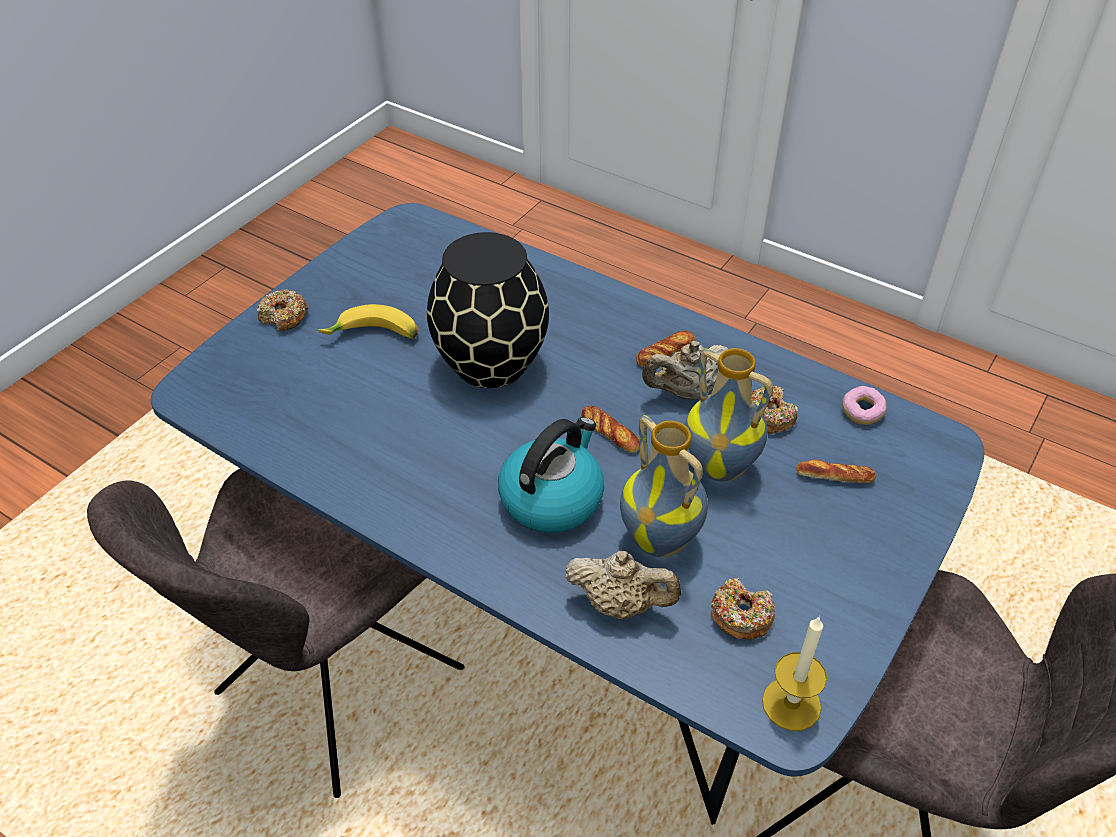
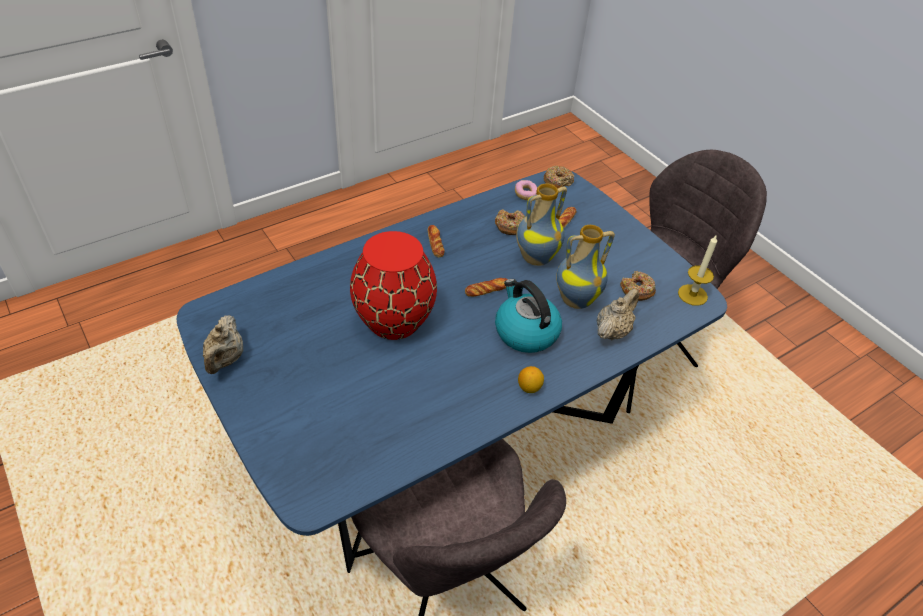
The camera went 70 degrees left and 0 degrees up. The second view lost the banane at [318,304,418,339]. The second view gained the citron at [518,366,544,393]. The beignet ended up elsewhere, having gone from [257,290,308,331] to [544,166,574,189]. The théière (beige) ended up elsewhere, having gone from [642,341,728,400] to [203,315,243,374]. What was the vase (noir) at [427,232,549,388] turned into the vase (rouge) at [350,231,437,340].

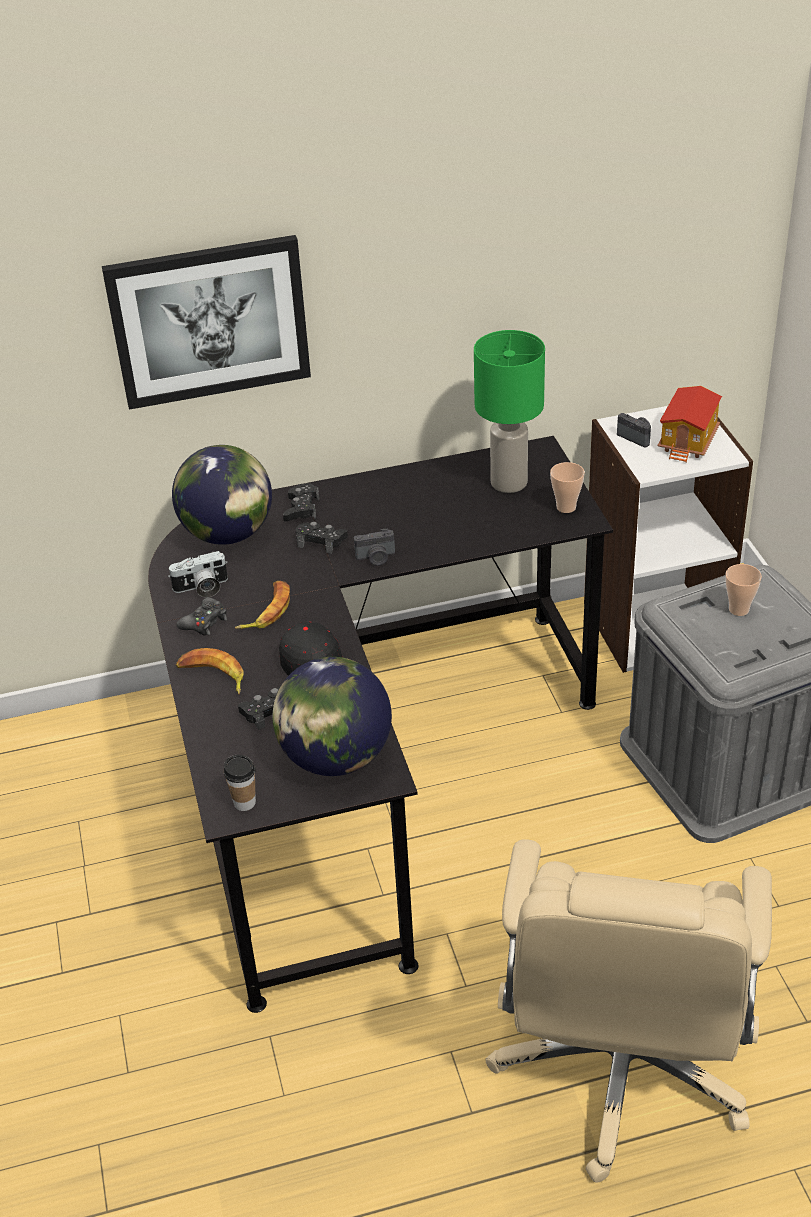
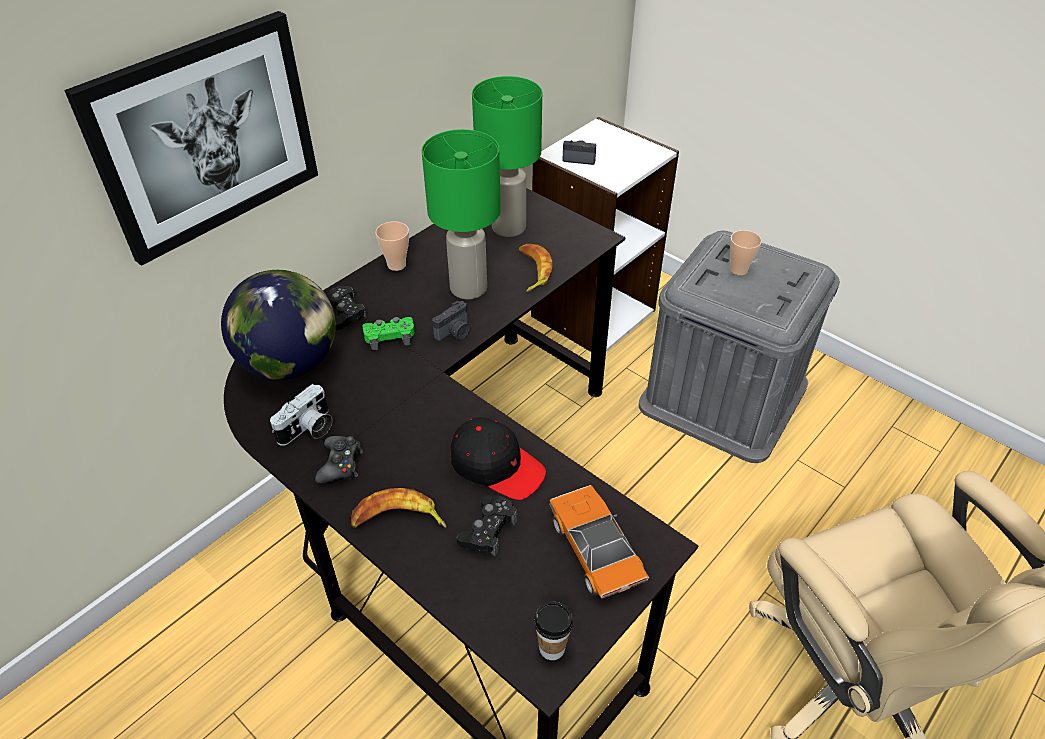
The camera went 35 degrees left and 5 degrees up. The second view lost the maison miniature at [658,386,722,462]. The second view gained the lampe de table (vert) at [422,129,501,300]. The banane ended up elsewhere, having gone from [235,581,290,629] to [519,244,553,292]. The tasse ended up elsewhere, having gone from [550,462,585,513] to [376,221,409,271]. Where the globe stood at [272,657,392,776], the petite voiture came to stand at [549,485,649,599]. What was the manette (noir) at [296,522,348,554] turned into the manette (vert) at [362,317,415,351].

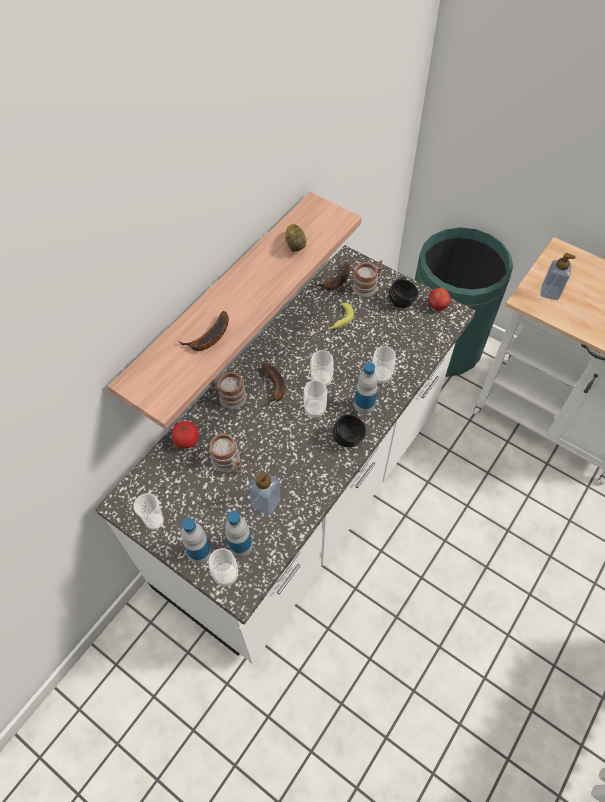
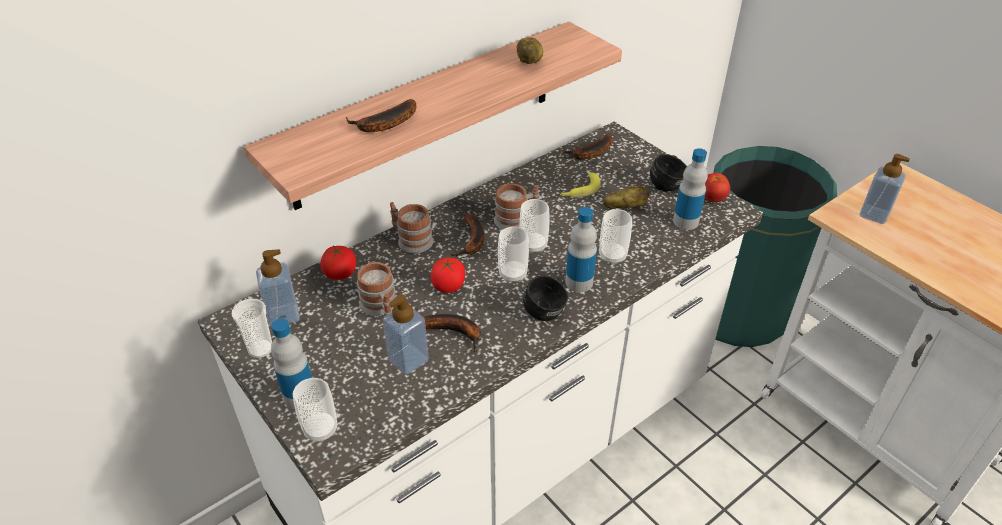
The camera went 15 degrees right and 15 degrees down. The second view gained the distributeur de savon at [256,249,300,326]. The second view gained the banane at [423,314,481,353]. The second view gained the tomate at [431,257,465,293]. The second view gained the pomme de terre at [603,185,649,209]. The bouteille ended up elsewhere, having gone from [225,511,252,557] to [673,148,708,230]. The mug ended up elsewhere, having gone from [352,260,382,297] to [494,183,539,230].

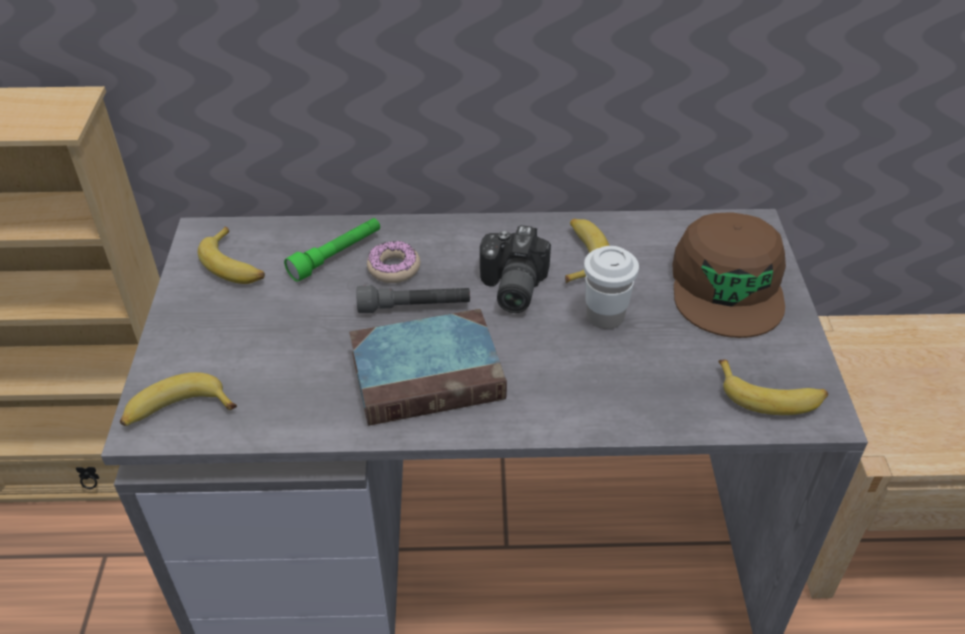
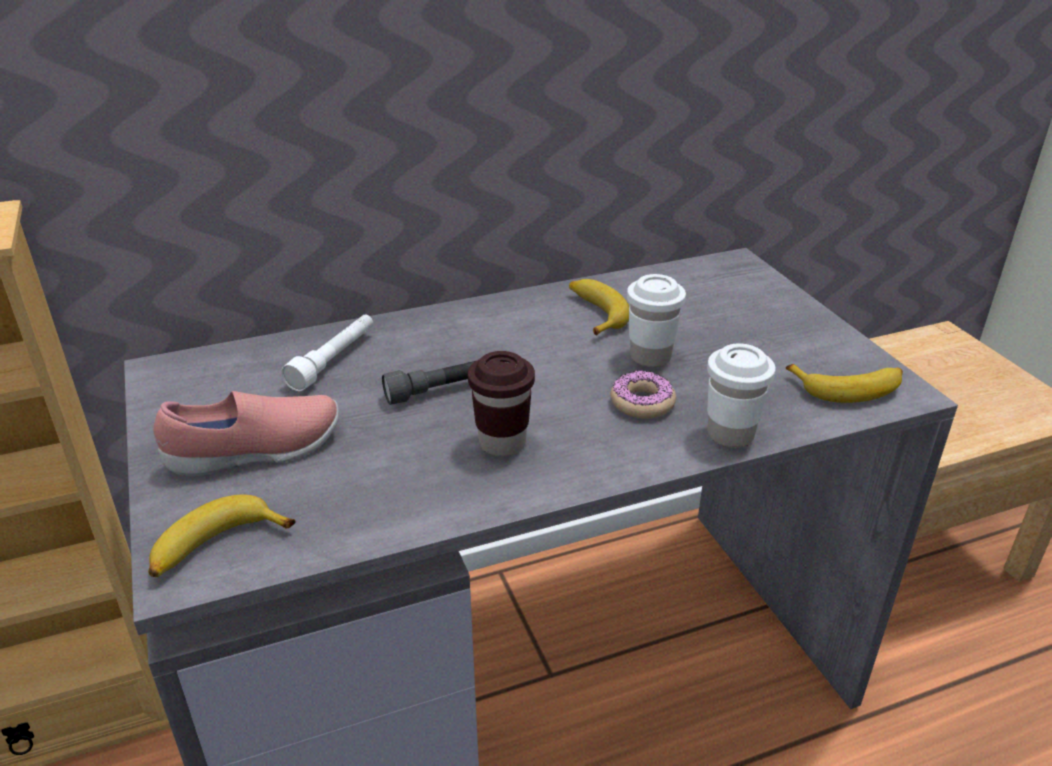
The camera went 20 degrees left and 10 degrees down. The second view lost the banane at [198,227,265,284]. The second view lost the appareil photo at [480,225,551,313]. The second view lost the casquette (marron) at [672,212,786,338]. The second view gained the chaussure (rose) at [153,391,339,476]. The second view gained the tasse (blanc) at [707,343,776,448]. The beignet ended up elsewhere, having gone from [367,241,420,283] to [611,371,676,419]. Where the livre stood at [349,309,507,426], the tasse (marron) came to stand at [468,351,535,457]. What was the lampe de poche (vert) at [284,218,380,282] turned into the lampe de poche (blanc) at [281,315,373,391].

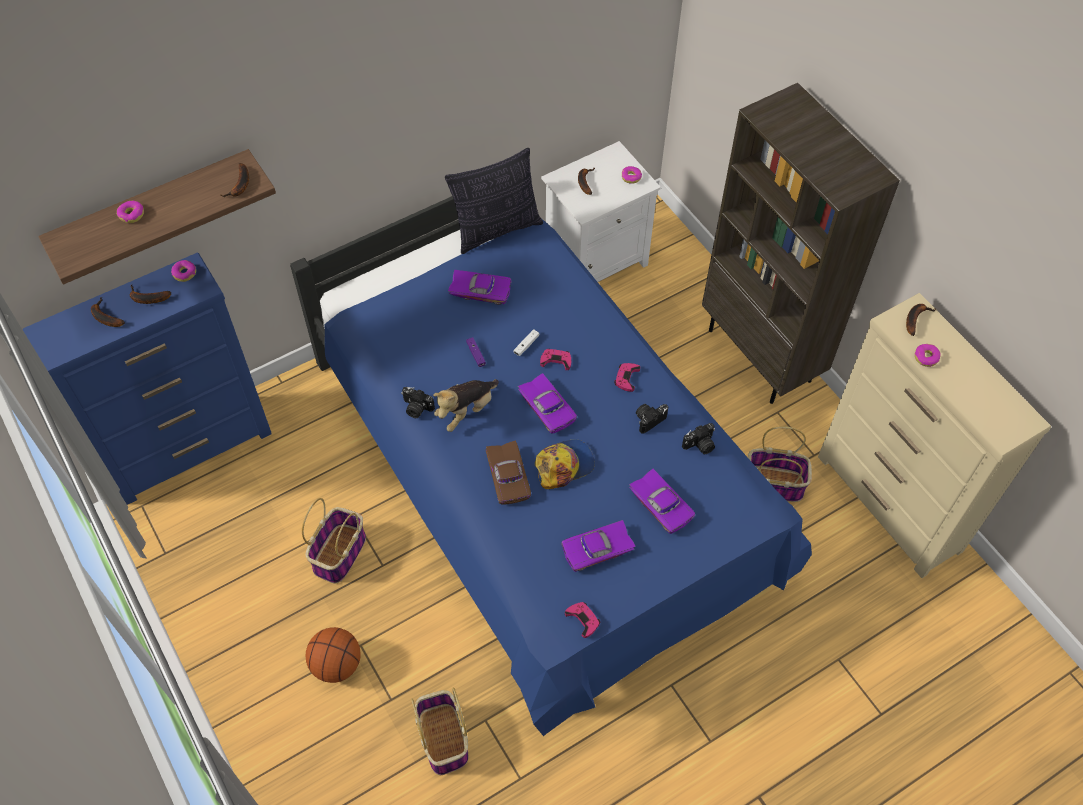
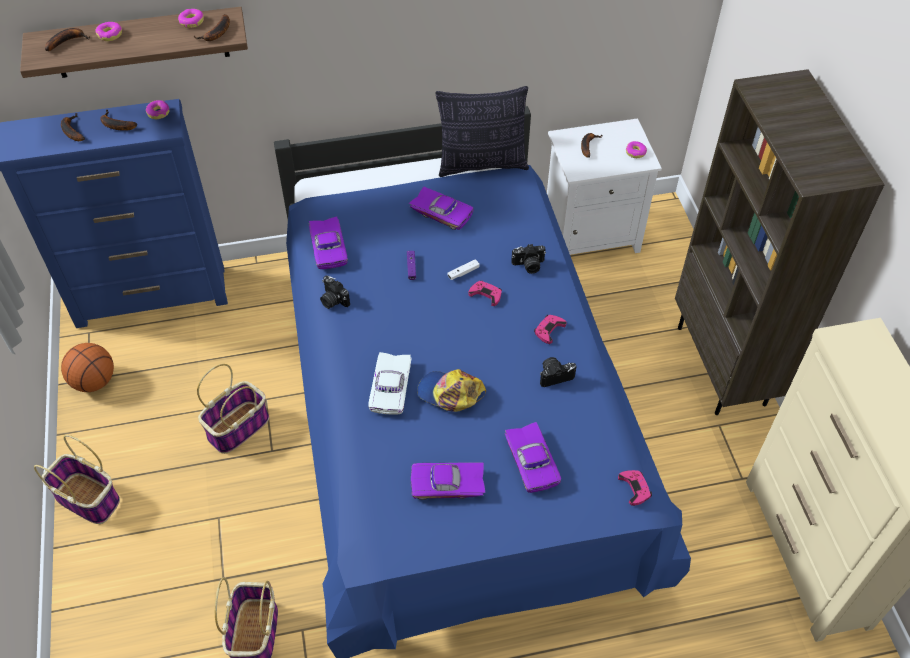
The camera went 20 degrees right and 5 degrees down. The second view lost the peluche at [433,379,499,432]. The ballon de basket ended up elsewhere, having gone from [305,627,361,683] to [61,343,114,392]. The petite voiture (violet) ended up elsewhere, having gone from [518,373,577,434] to [309,217,348,269]. The manette (rose) ended up elsewhere, having gone from [565,602,600,638] to [618,470,652,506]. The appareil photo ended up elsewhere, having gone from [682,423,715,454] to [511,244,546,274]. The panier ended up elsewhere, having gone from [748,426,812,502] to [34,435,120,524]. The banane ended up elsewhere, having gone from [906,304,936,336] to [45,28,90,51]. The beignet ended up elsewhere, having gone from [915,344,941,367] to [178,9,204,28]. What was the petite voiture (marron) at [485,440,531,505] turned into the petite voiture (blanc) at [368,352,412,415]. The casquette at [535,439,595,489] ended up facing another way, 150 degrees counterclockwise from before.

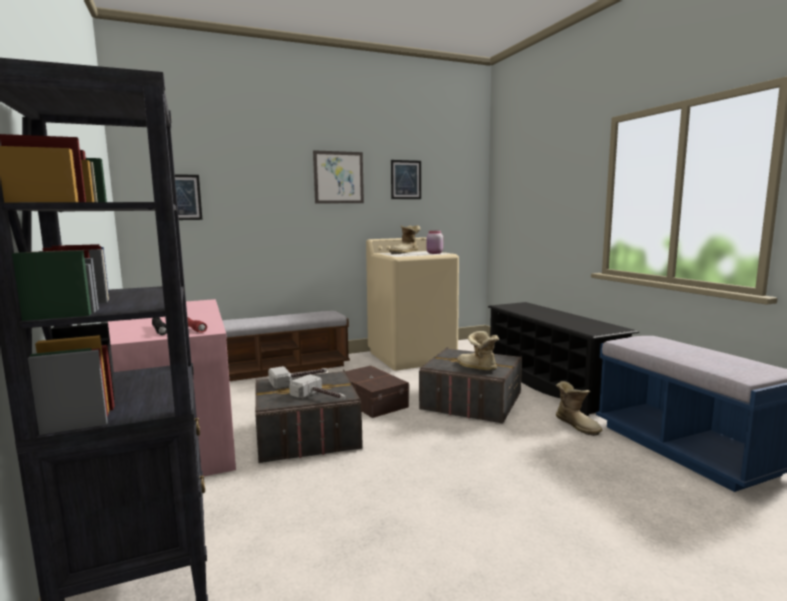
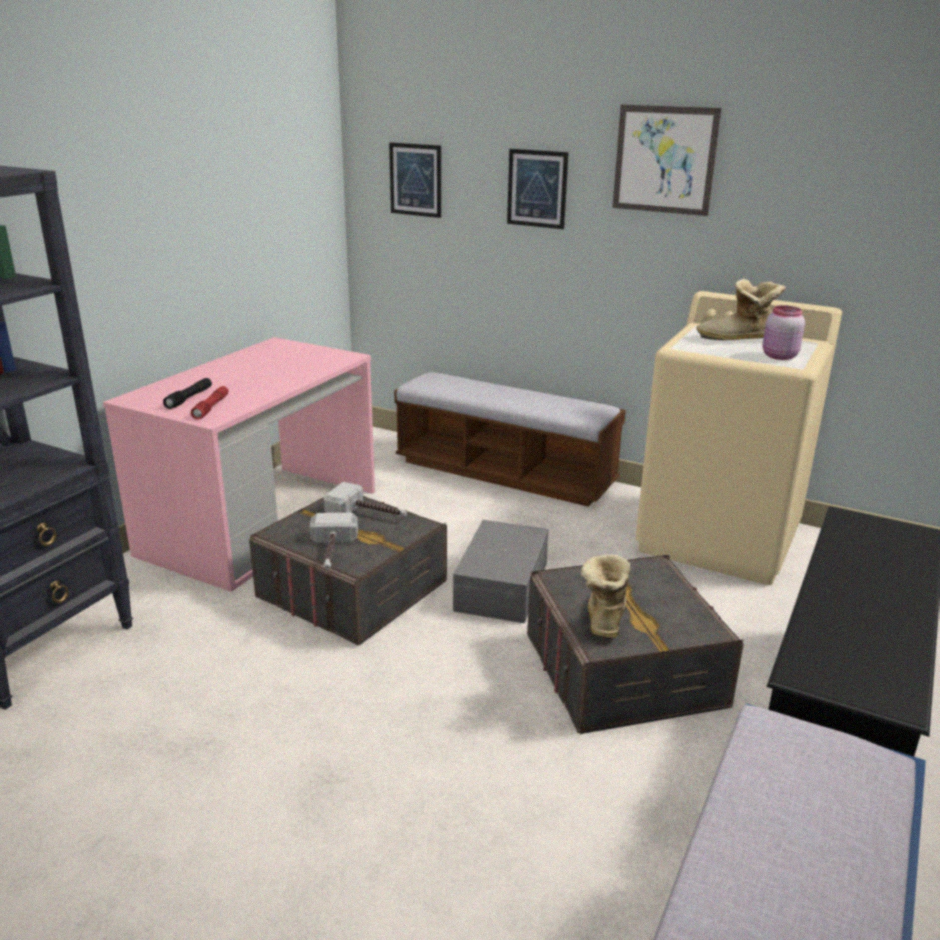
The camera went 50 degrees right and 15 degrees up. The second view lost the botte at [556,381,602,436]. The tableau ended up elsewhere, having gone from [391,160,421,199] to [507,149,569,229]. What was the boîte de rangement (marron) at [345,366,409,418] turned into the boîte de rangement (gris) at [453,520,549,623].

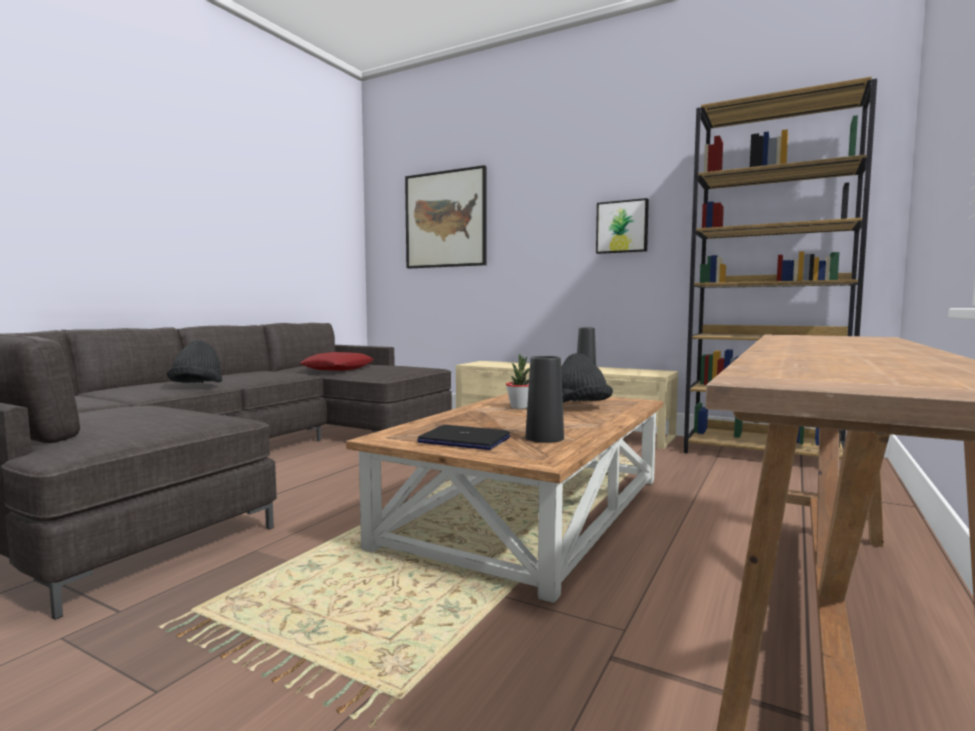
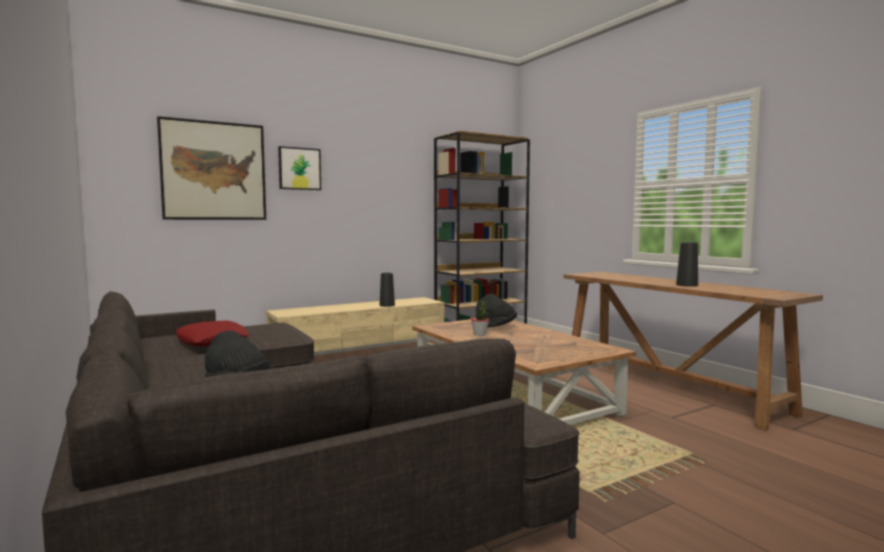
The camera went 60 degrees left and 0 degrees up. The second view lost the ordinateur portable at [417,425,510,450]. The vase (noir) ended up elsewhere, having gone from [526,356,564,443] to [676,242,698,287]. The tableau ended up elsewhere, having gone from [596,198,649,254] to [278,146,321,190].

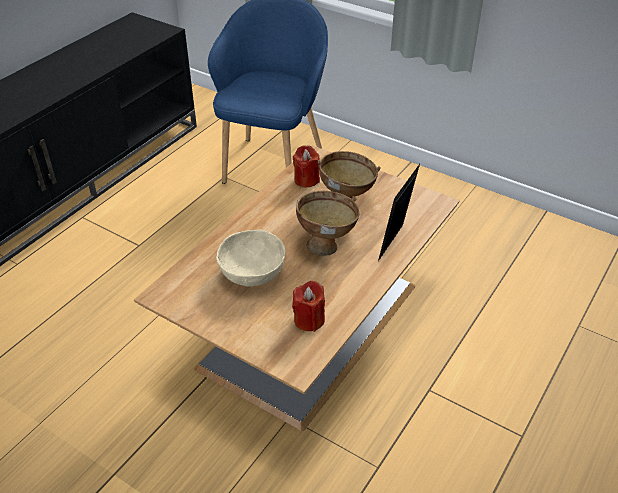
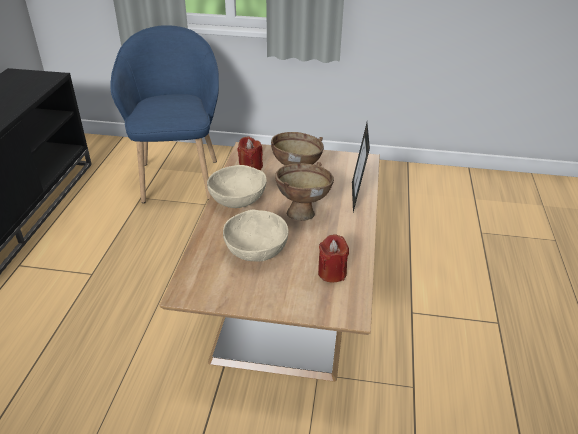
The camera went 25 degrees left and 5 degrees down. The second view gained the bol (beige) at [207,165,266,208].

